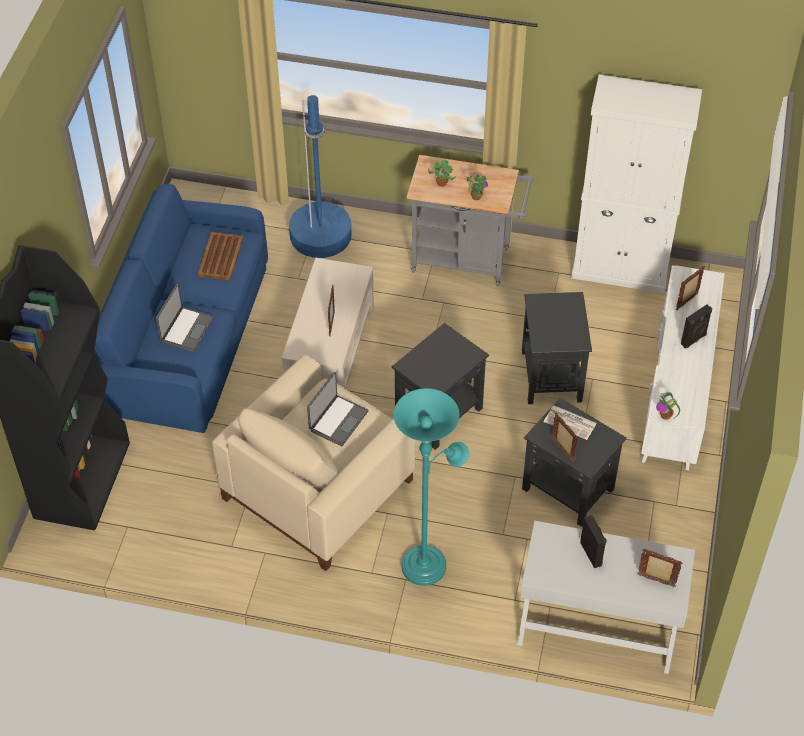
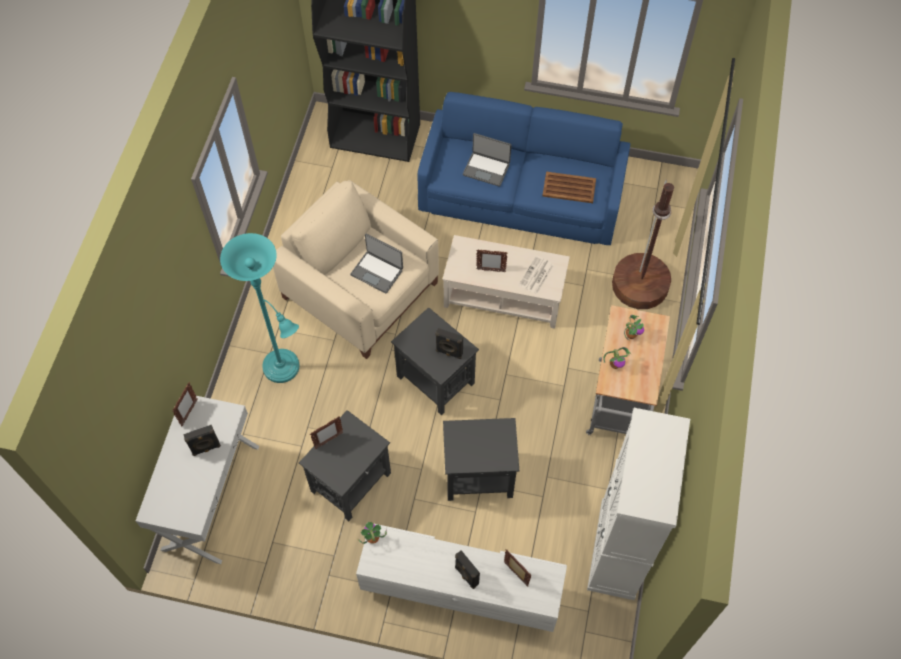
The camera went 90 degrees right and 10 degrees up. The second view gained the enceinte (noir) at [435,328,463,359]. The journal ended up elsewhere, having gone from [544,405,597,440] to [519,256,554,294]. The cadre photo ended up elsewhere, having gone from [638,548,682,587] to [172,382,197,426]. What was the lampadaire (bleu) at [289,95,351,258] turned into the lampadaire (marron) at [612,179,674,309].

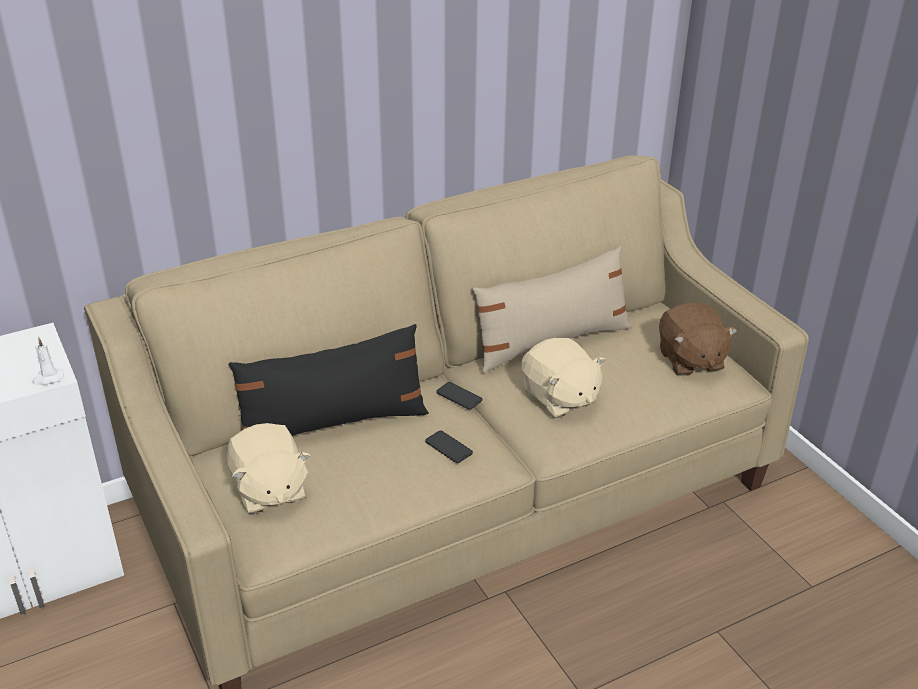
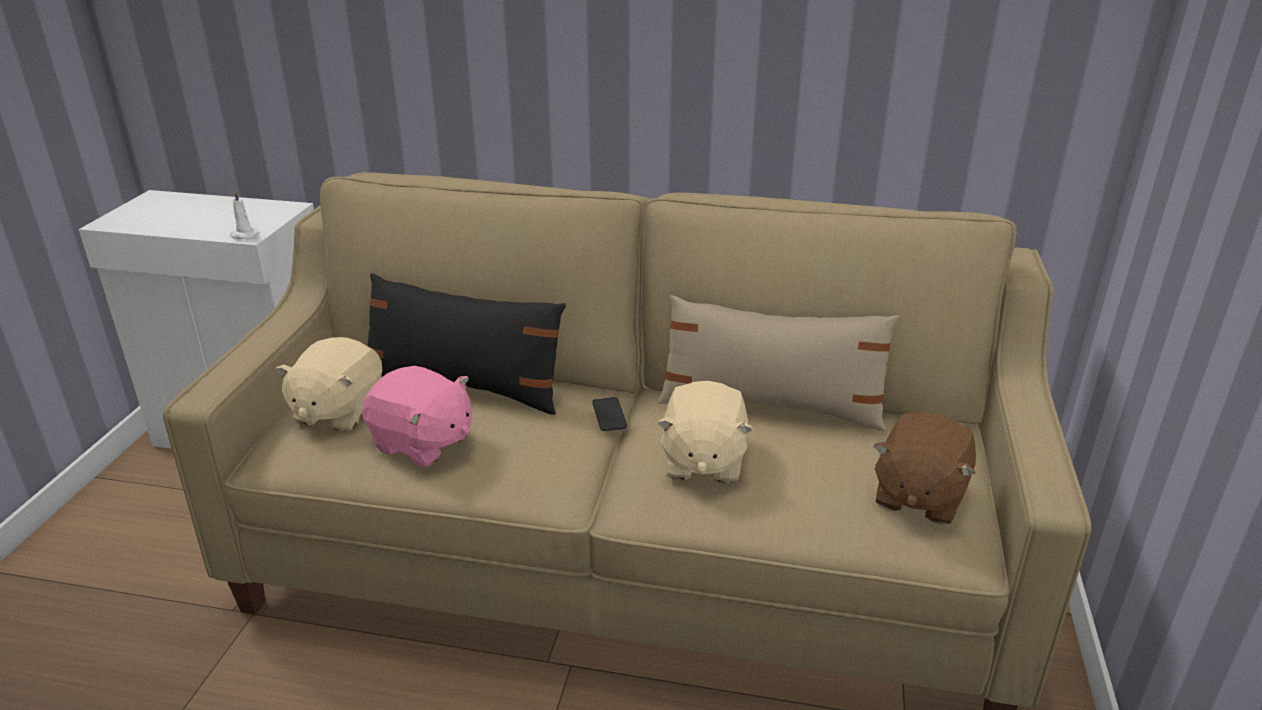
The camera went 40 degrees right and 5 degrees down. The second view lost the téléphone at [425,431,473,463]. The second view gained the peluche (rose) at [362,366,472,468].

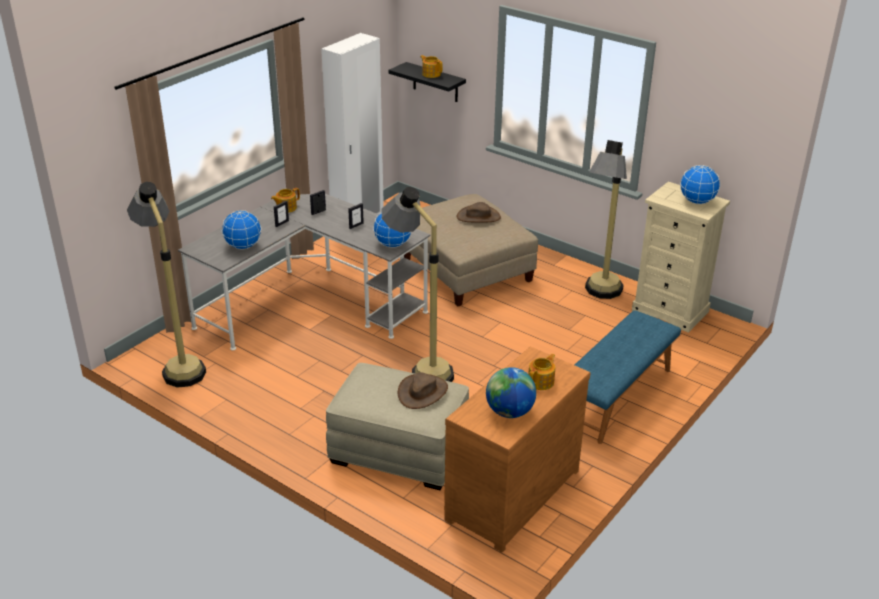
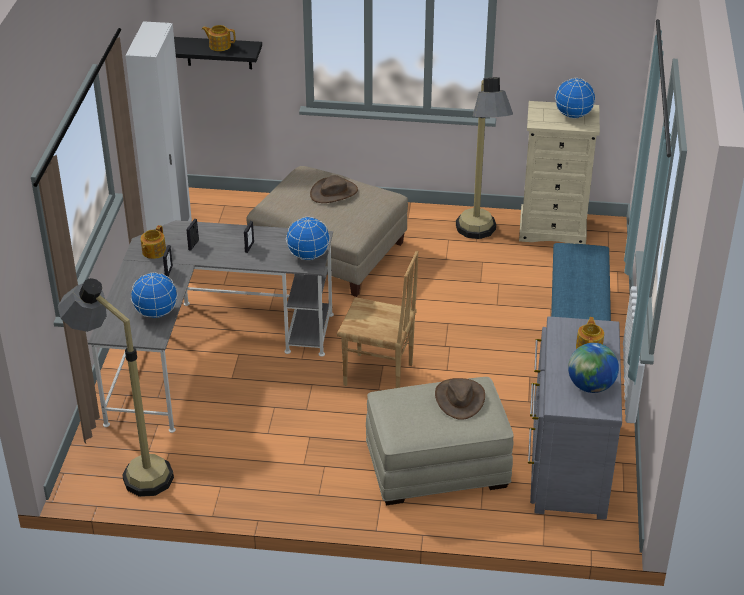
The camera went 30 degrees left and 5 degrees up. Where the lampadaire stood at [381,187,454,382], the chaise (marron) came to stand at [337,250,418,388]. What was the commode (marron) at [444,346,590,553] turned into the commode (gris) at [528,316,622,520].

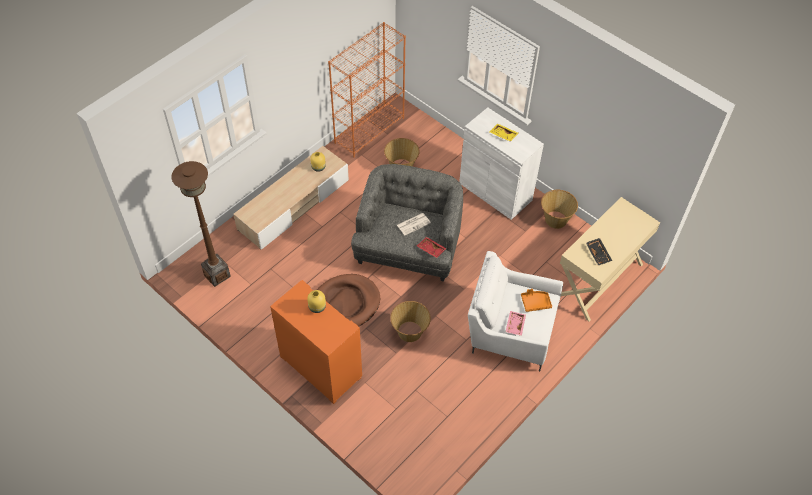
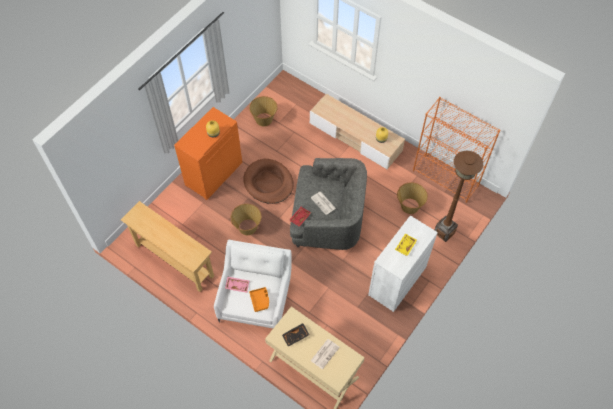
The camera went 85 degrees right and 5 degrees up. The second view gained the table console (beige) at [121,201,214,292]. The second view gained the journal at [311,339,340,369]. The lampadaire (marron) ended up elsewhere, having gone from [171,161,231,287] to [435,151,483,242]. The panier ended up elsewhere, having gone from [541,190,578,229] to [249,96,278,126].

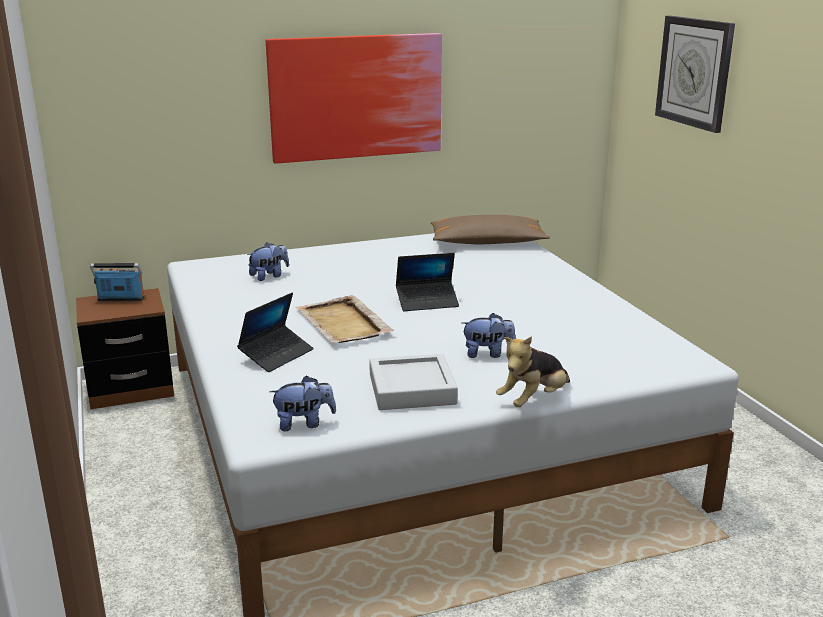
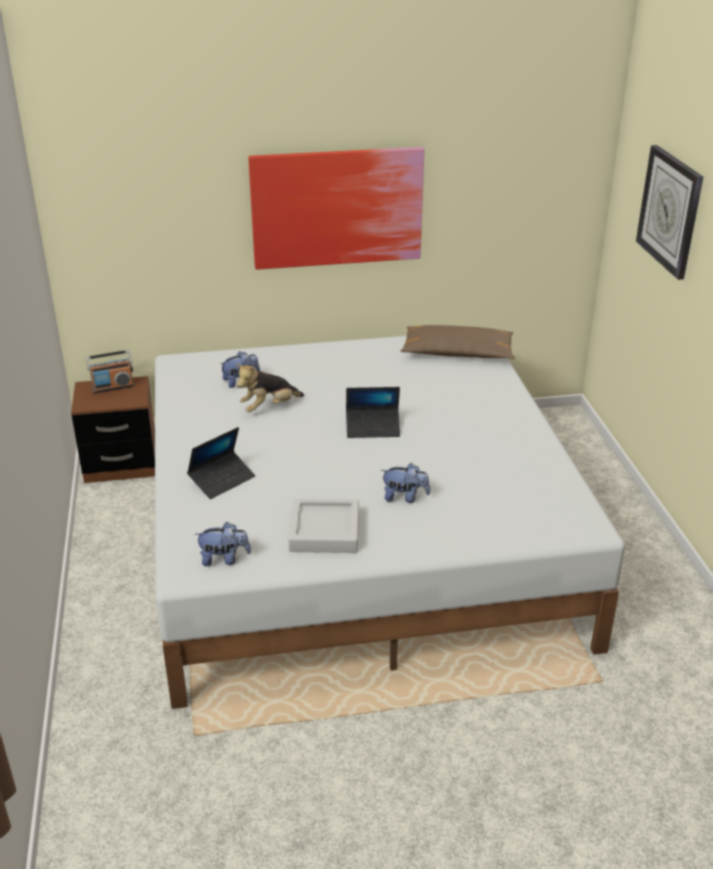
The camera went 10 degrees right and 10 degrees up. The second view lost the plateau (beige) at [295,295,394,343]. The peluche ended up elsewhere, having gone from [496,336,570,407] to [236,364,304,412]. The radio at [90,263,145,301] ended up facing another way, 150 degrees clockwise from before.

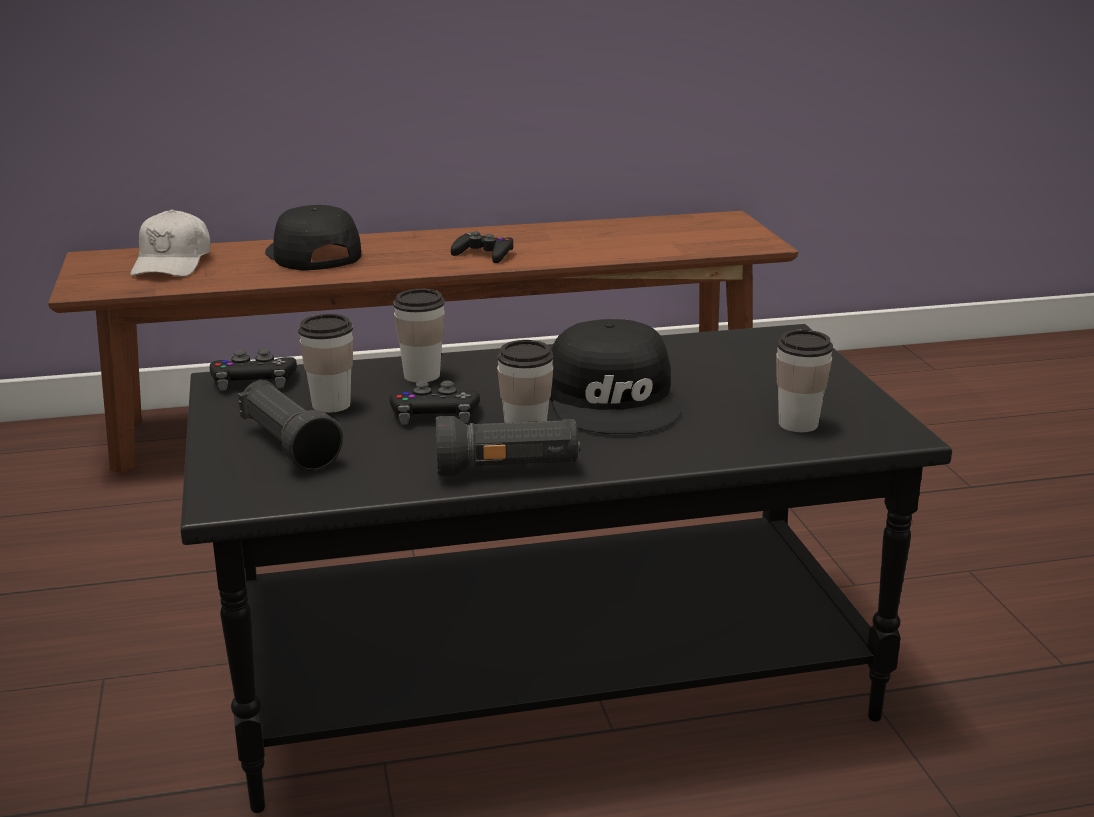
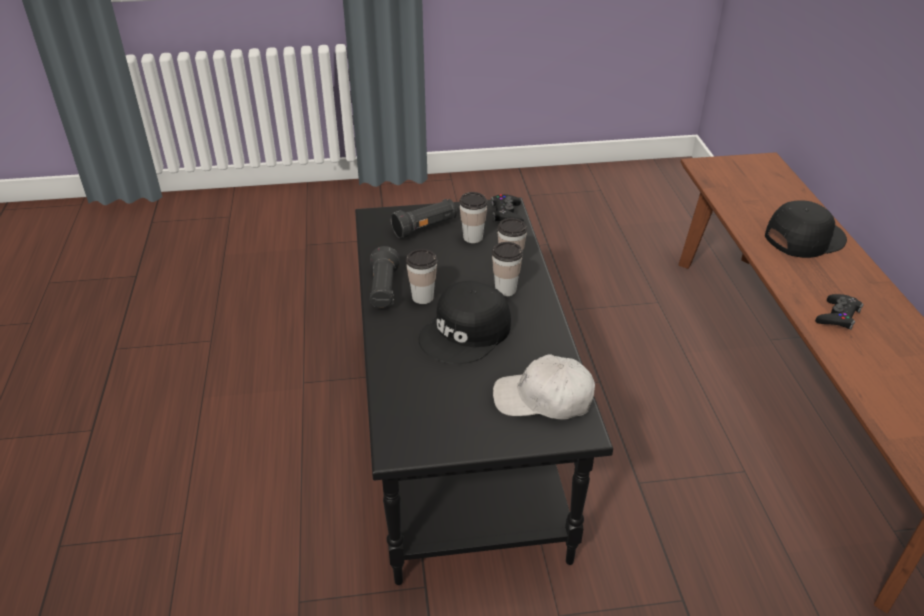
The camera went 95 degrees right and 15 degrees up. The second view lost the manette (noir) at [390,380,480,425]. The casquette (blanc) ended up elsewhere, having gone from [130,209,210,277] to [493,354,595,420]. The tasse ended up elsewhere, having gone from [776,330,833,432] to [492,242,523,296]. The casquette (noir) at [550,319,682,434] ended up facing another way, 45 degrees counterclockwise from before.

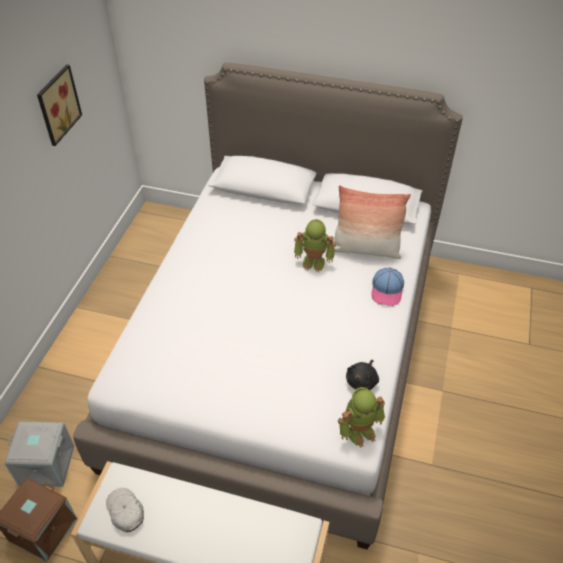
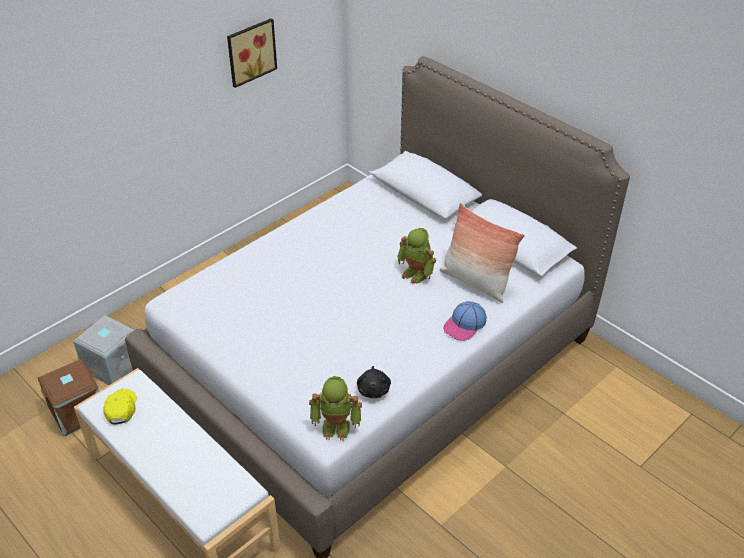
The camera went 30 degrees right and 5 degrees down. What was the casquette (blanc) at [106,488,144,533] turned into the casquette (jaune) at [104,389,137,424]. The peluche (noir) at [346,360,379,390] ended up facing another way, 60 degrees counterclockwise from before.

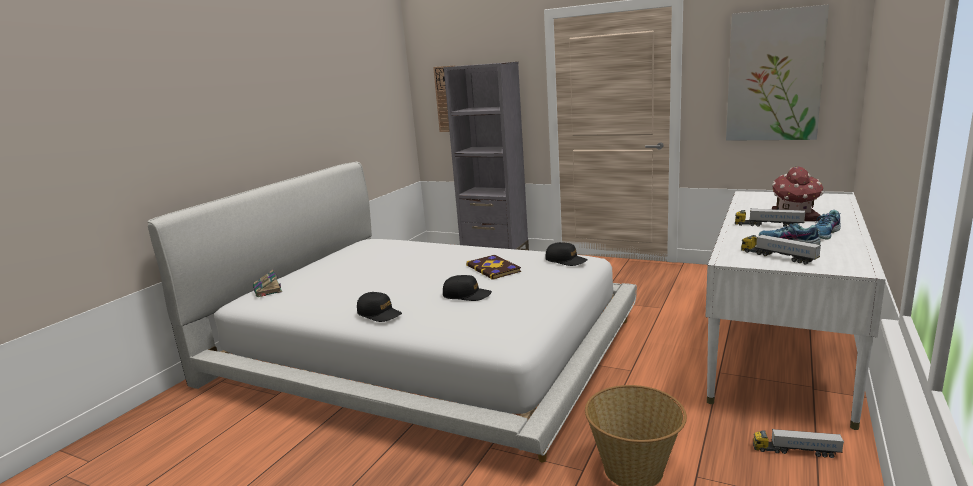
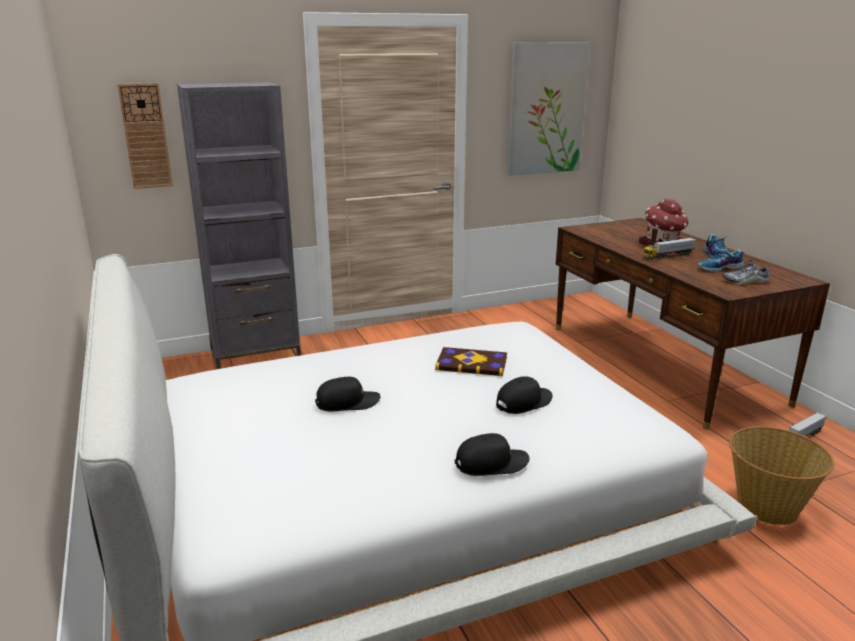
The camera went 50 degrees left and 5 degrees up. The second view lost the livre at [253,270,282,297]. The casquette (noir) ended up elsewhere, having gone from [545,242,588,266] to [315,377,380,411]. Where the camion jouet stood at [741,234,821,265], the chaussure came to stand at [722,259,769,285]. What was the bureau (blanc) at [705,191,885,430] turned into the bureau (marron) at [556,218,830,429].

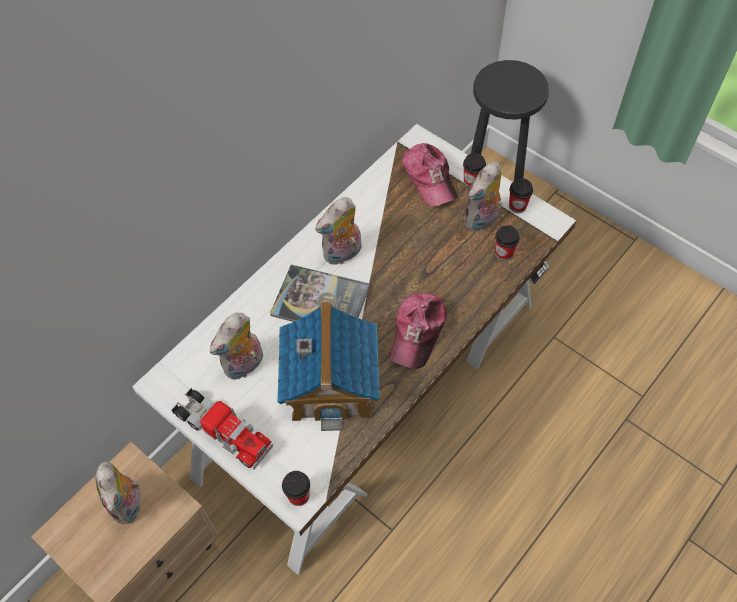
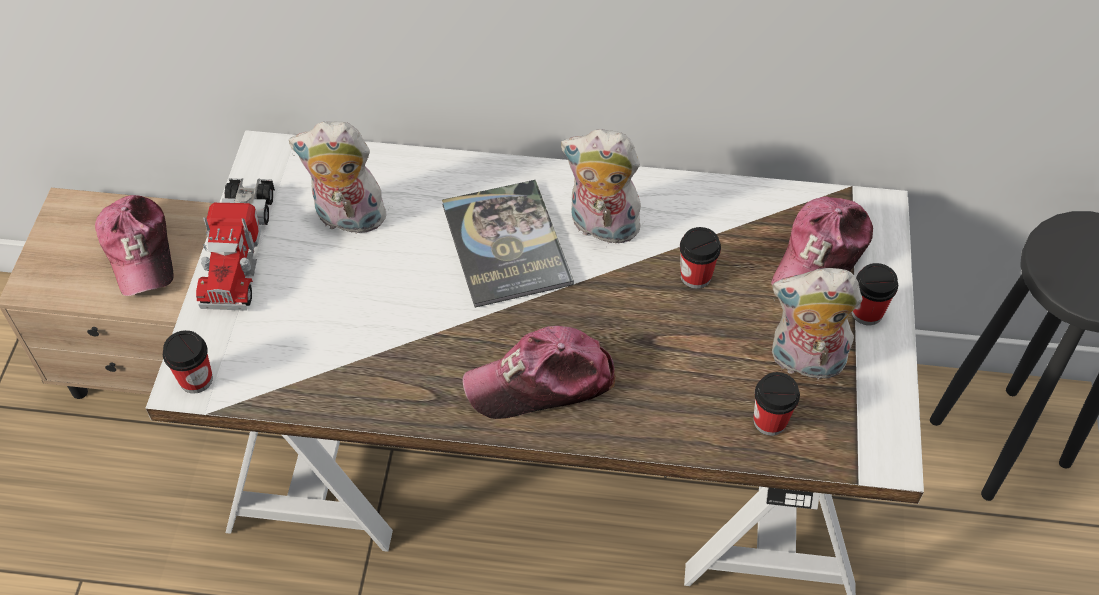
The camera went 55 degrees right and 5 degrees down. The second view lost the maison miniature at [277,300,380,431]. The tasse ended up elsewhere, having gone from [509,178,533,213] to [680,227,721,289]. Where the peluche stood at [96,462,140,524], the casquette came to stand at [95,195,174,296].

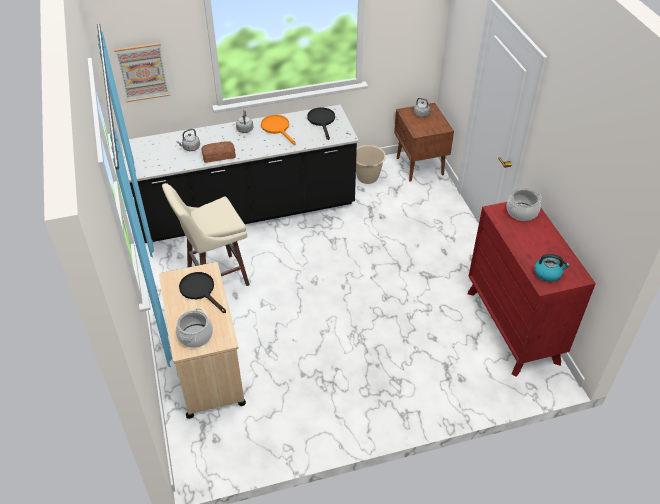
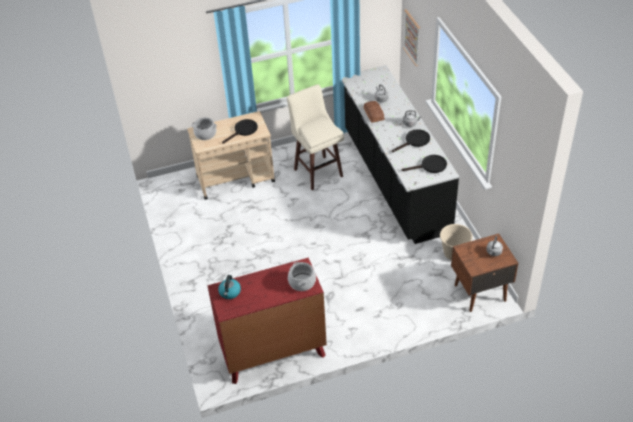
The camera went 90 degrees right and 0 degrees up. What was the poêle (orange) at [261,115,296,145] turned into the poêle (noir) at [392,129,430,152].

